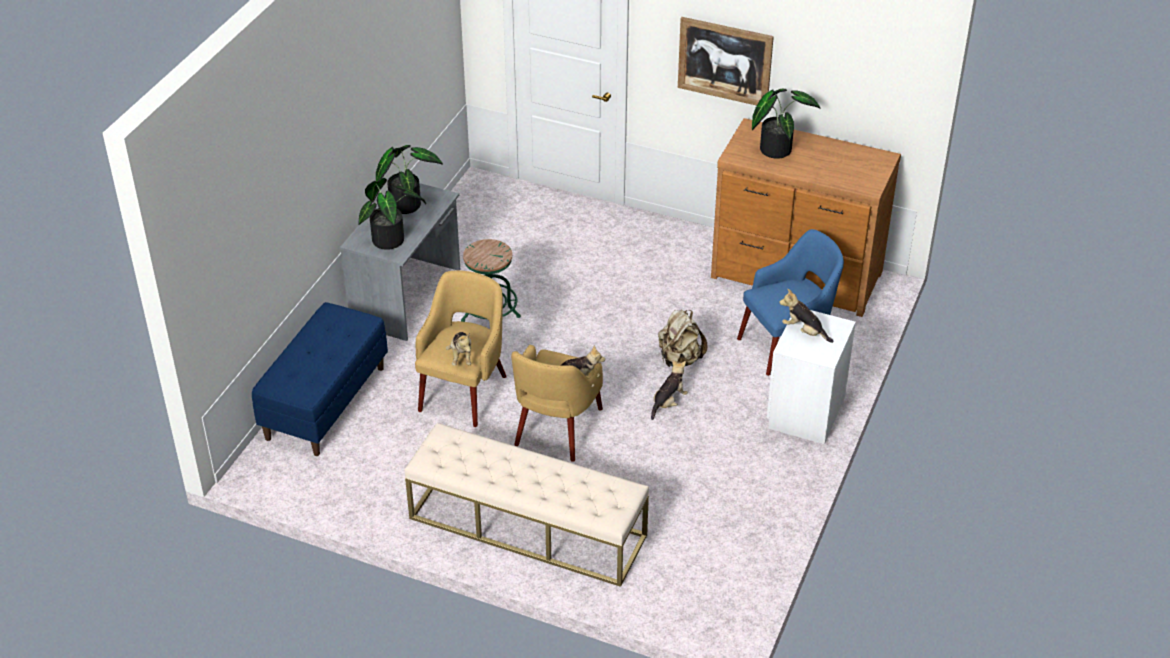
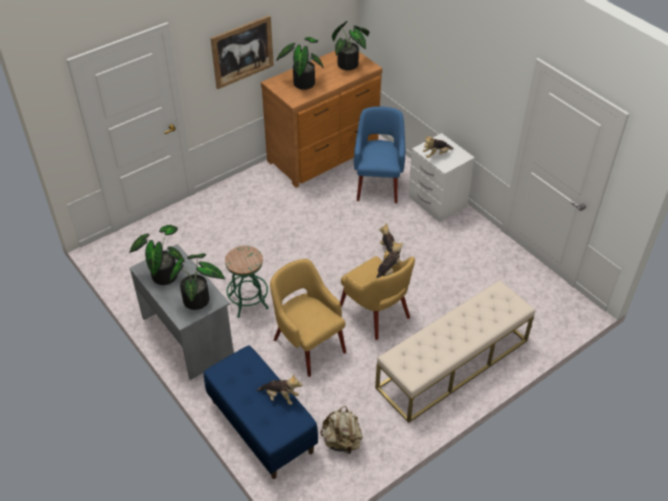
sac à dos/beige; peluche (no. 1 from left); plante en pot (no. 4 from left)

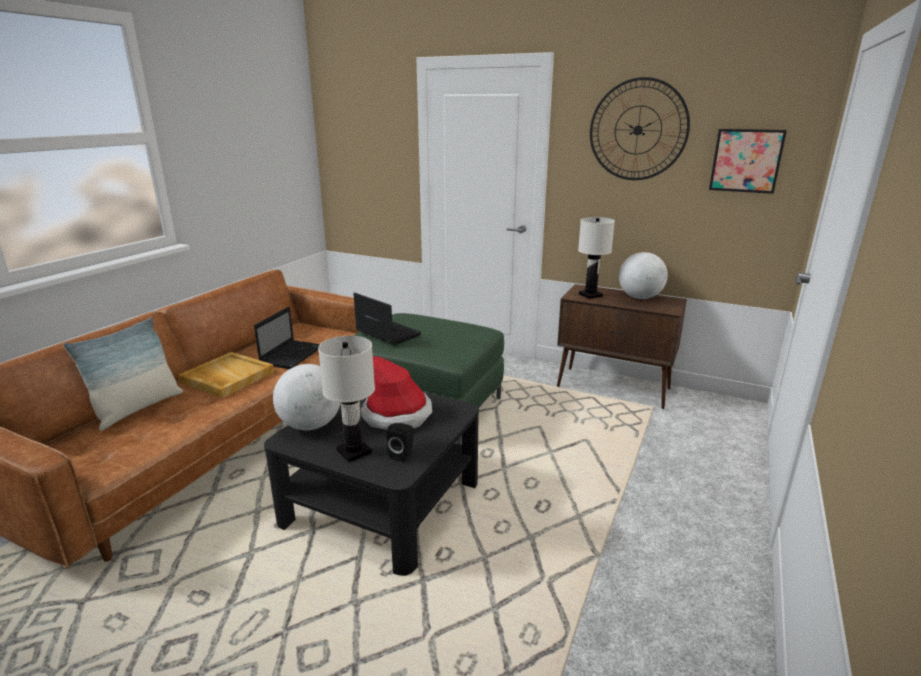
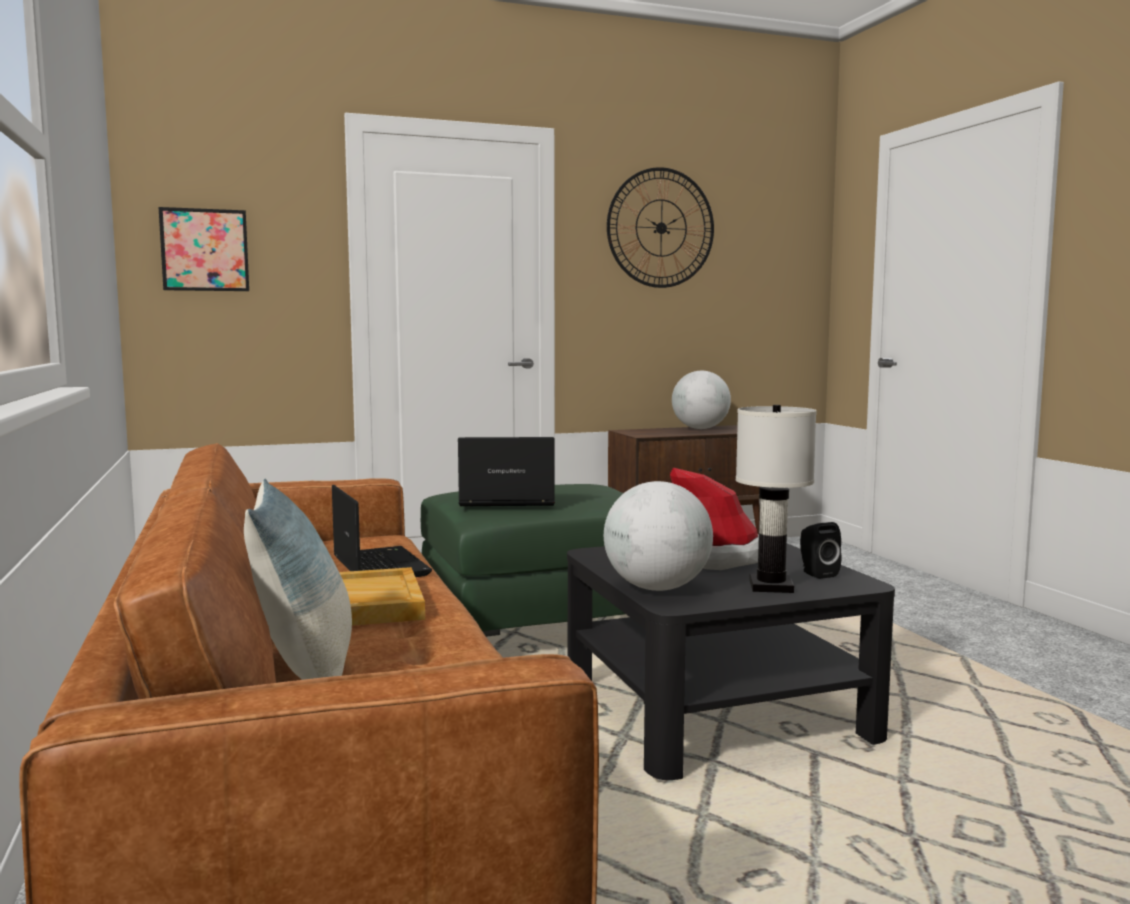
tableau; lampe de table/blanc (no. 2 from left in the first image)

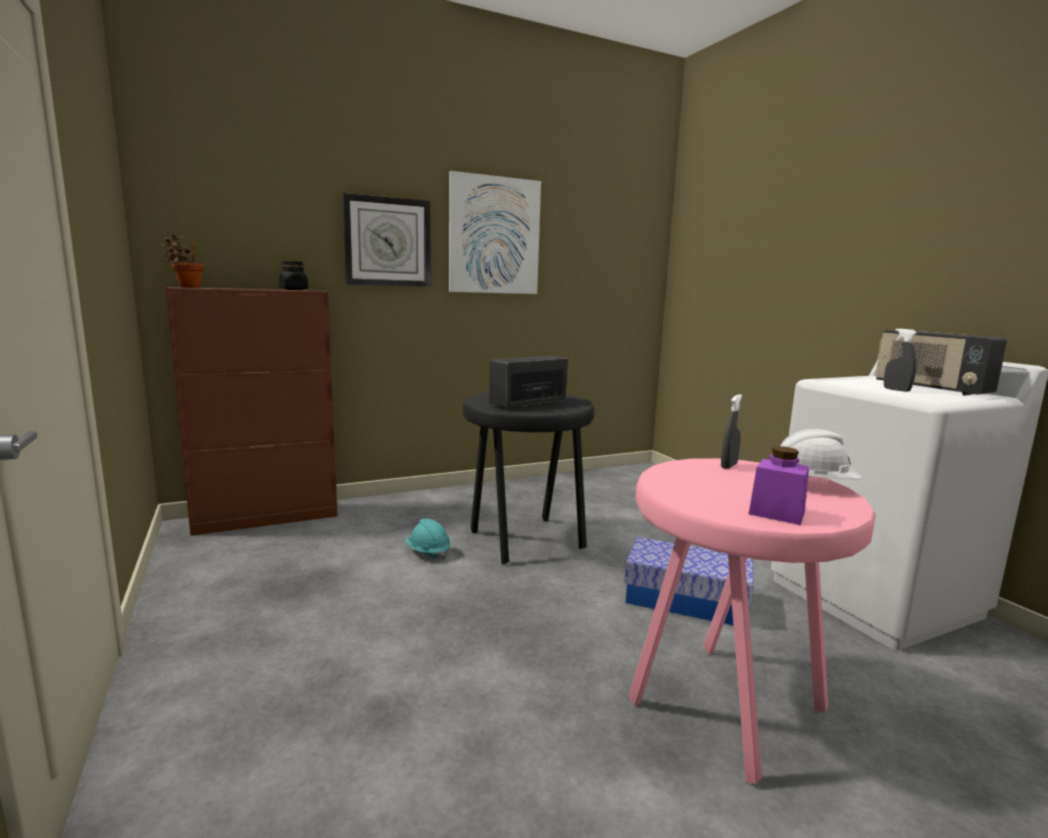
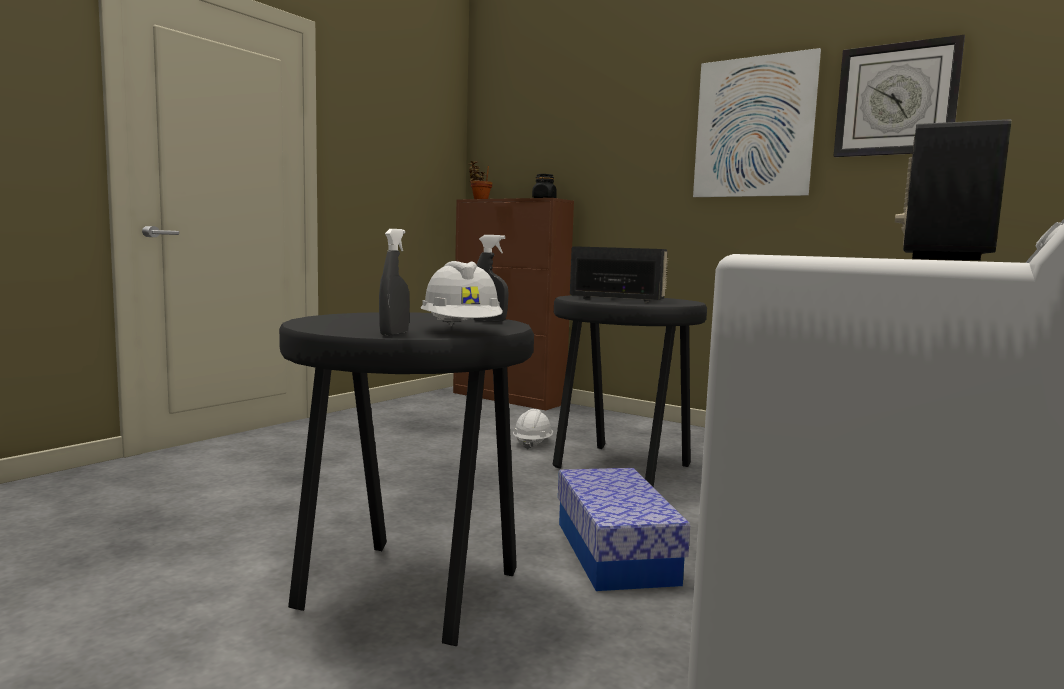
horloge murale; vaporisateur/gris (no. 1 from left); bocal/violet; tabouret/noir (no. 1 from left); casque de chantier/blanc (no. 2 from left)

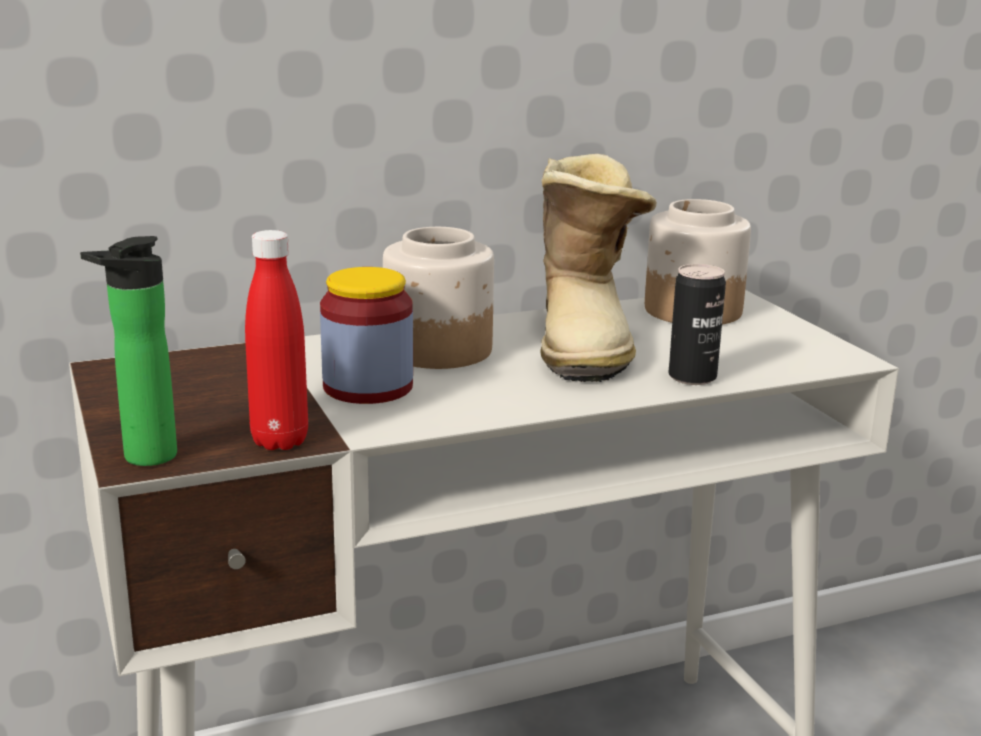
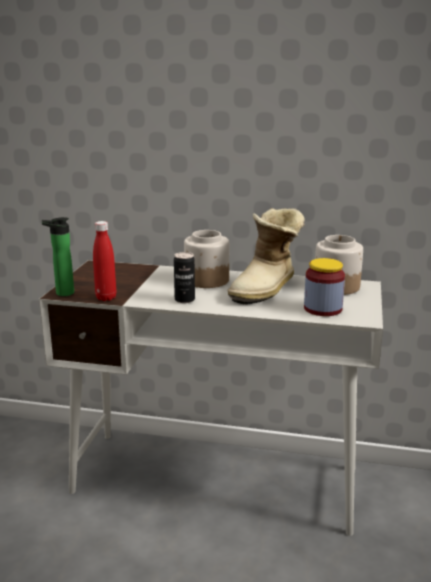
boîte métallique; bocal (no. 2 from left)

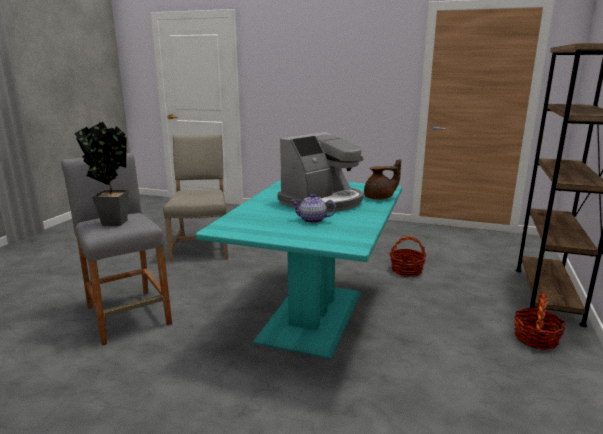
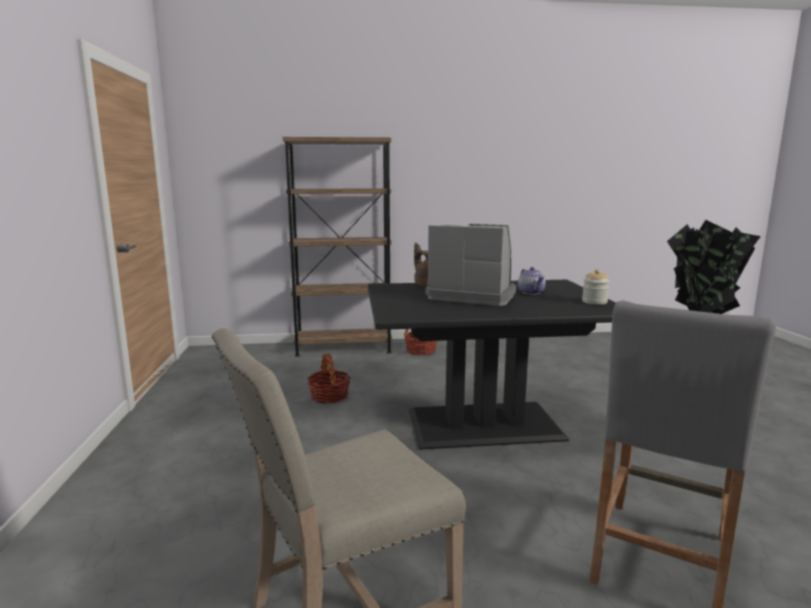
table à manger/noir; bocal

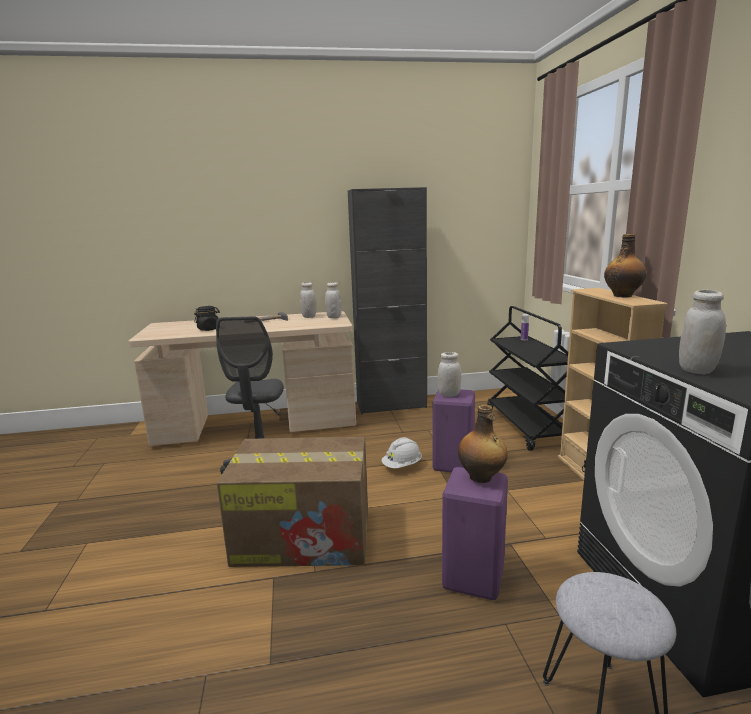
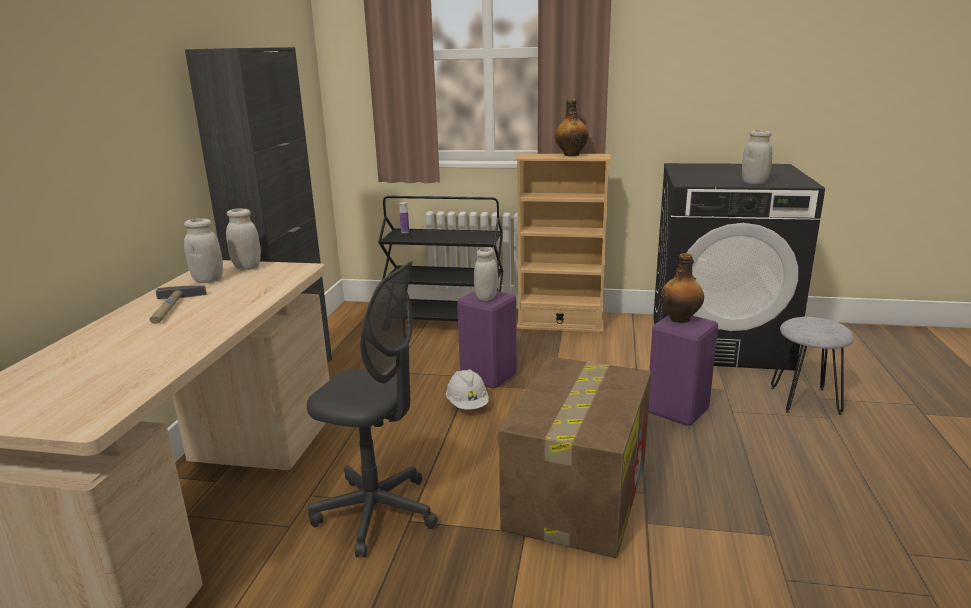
bocal/noir

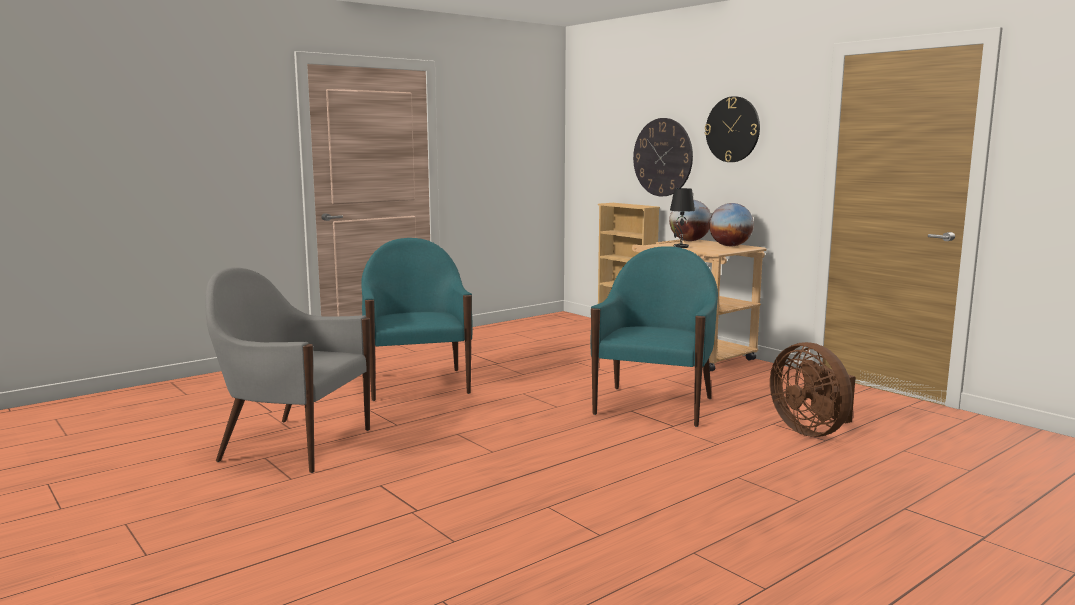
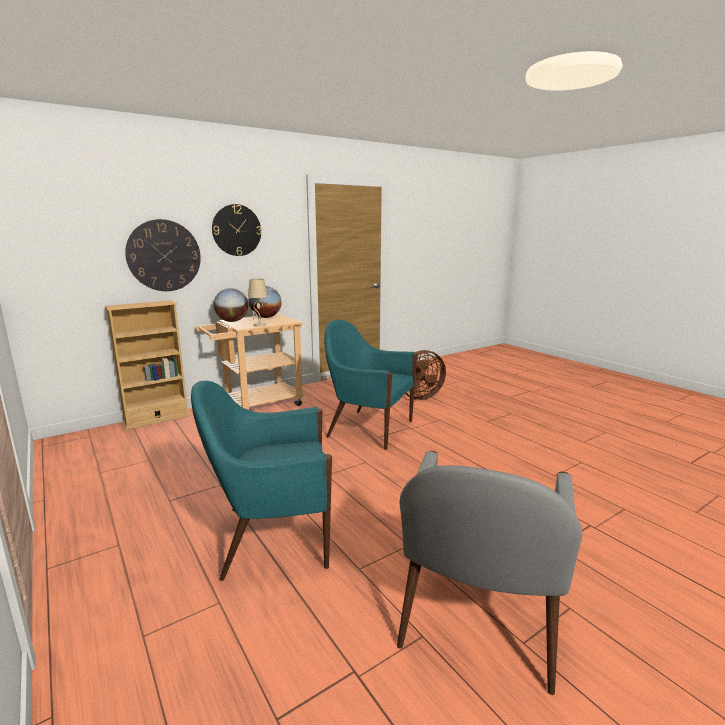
lampe de table/beige

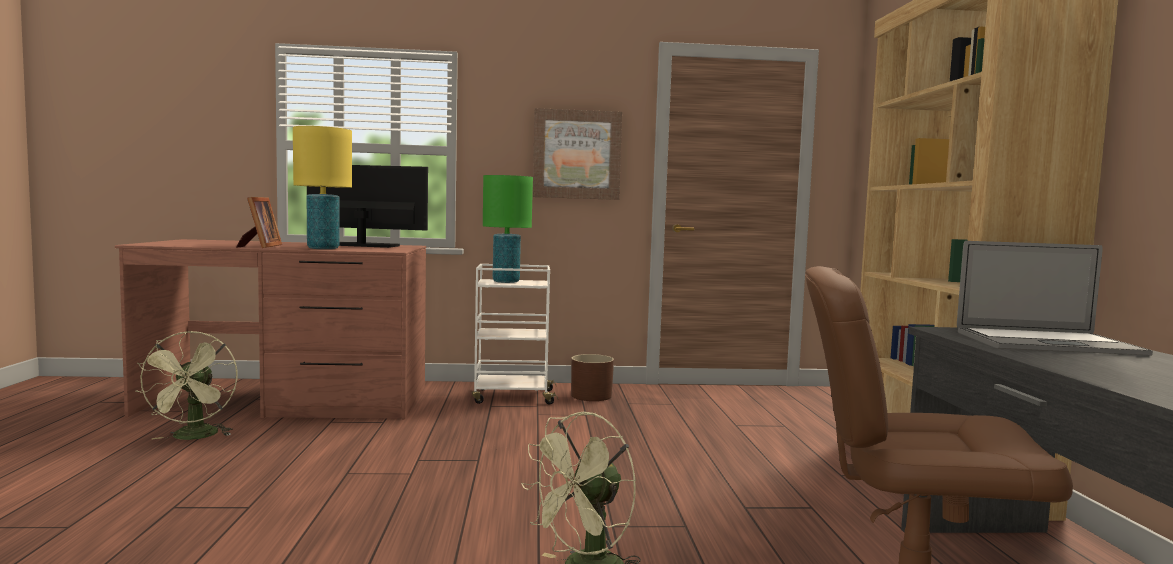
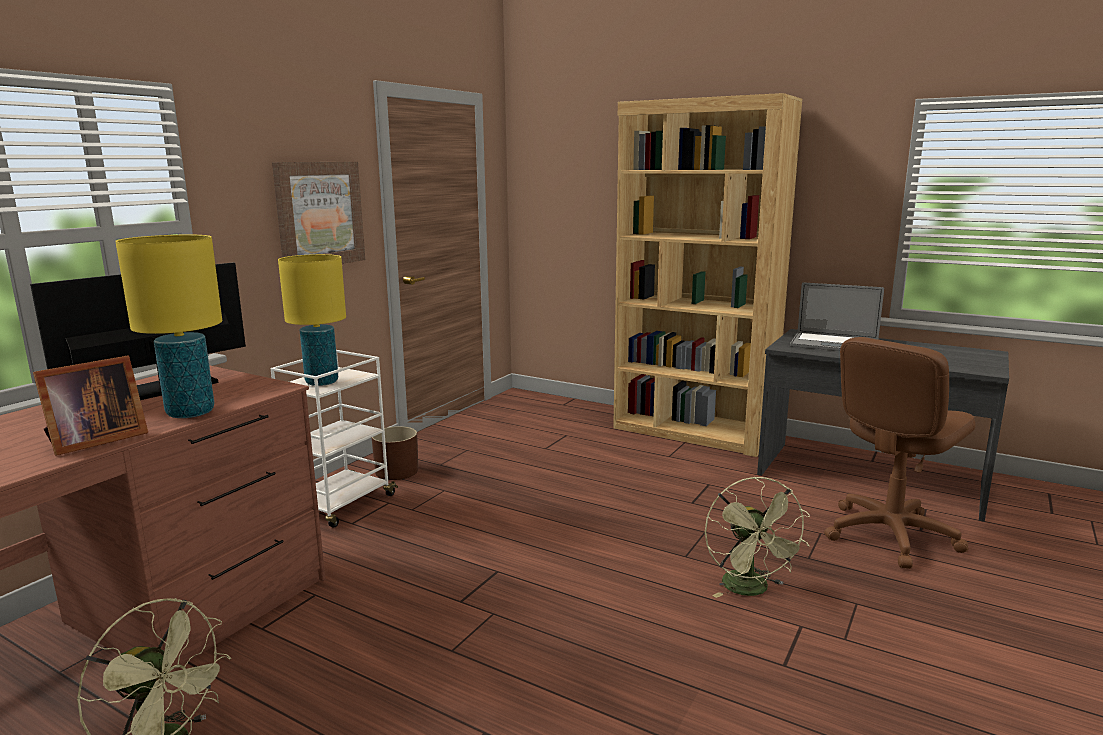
lampe de table/jaune (no. 2 from left); cadre photo; ordinateur portable

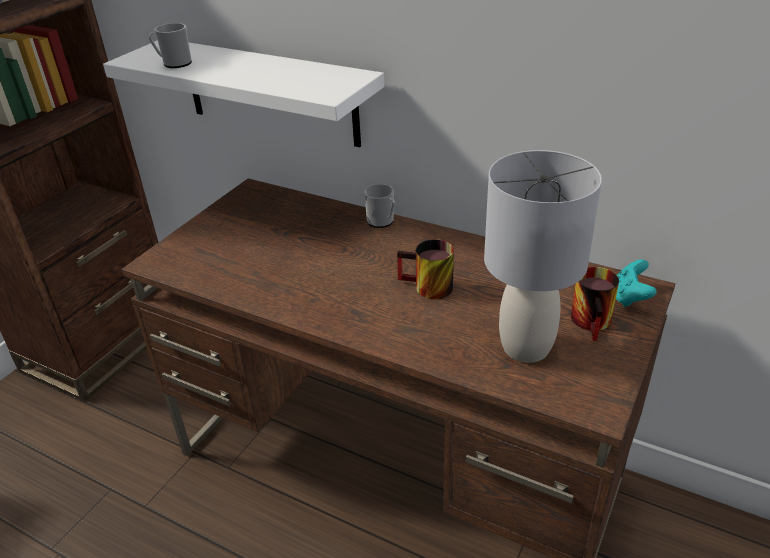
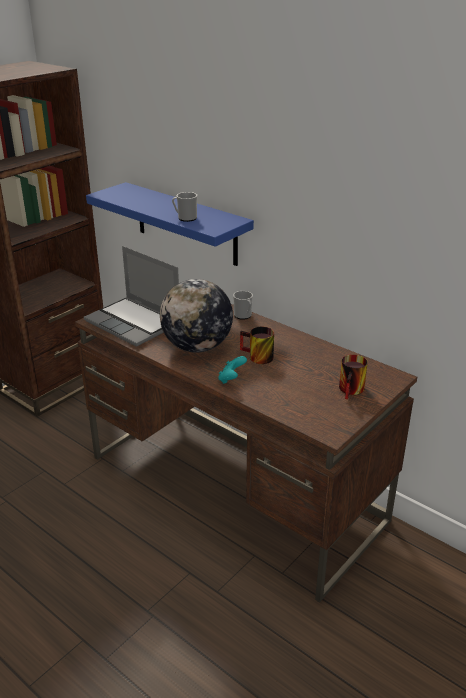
mug (no. 1 from left); étagère/bleu; lampe de table/gris; manette/turquoise; ordinateur portable; globe

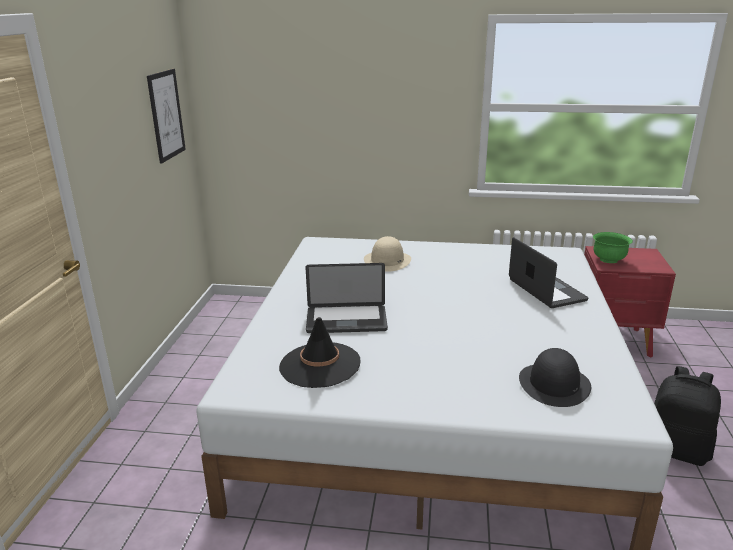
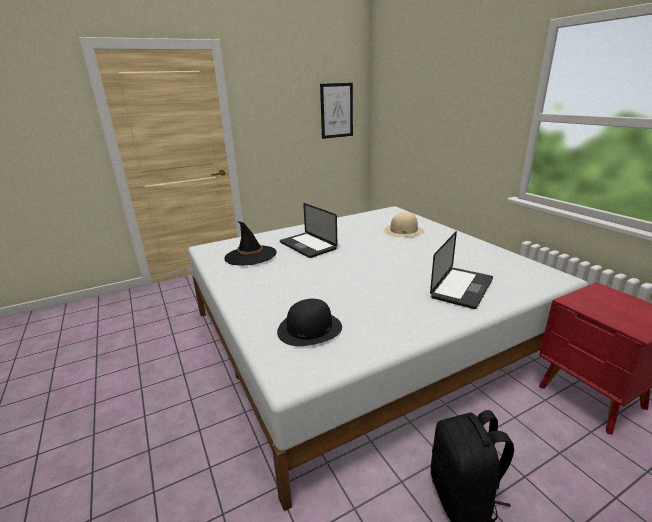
bol/vert

